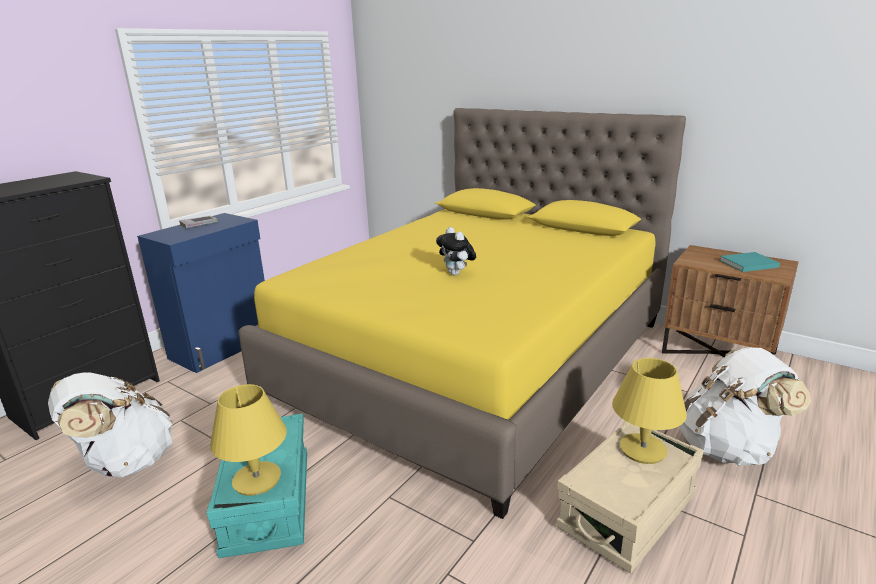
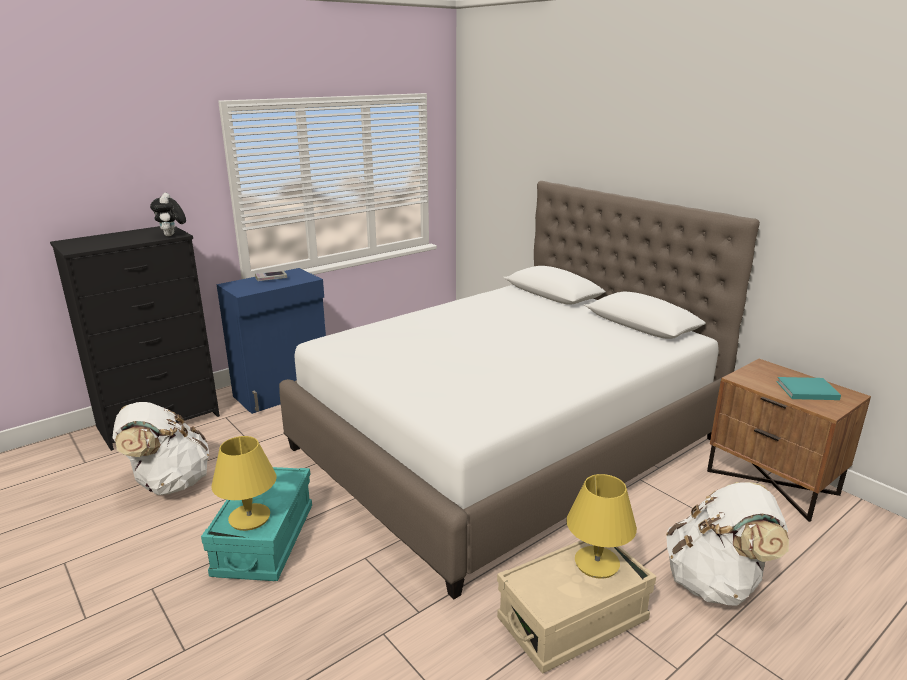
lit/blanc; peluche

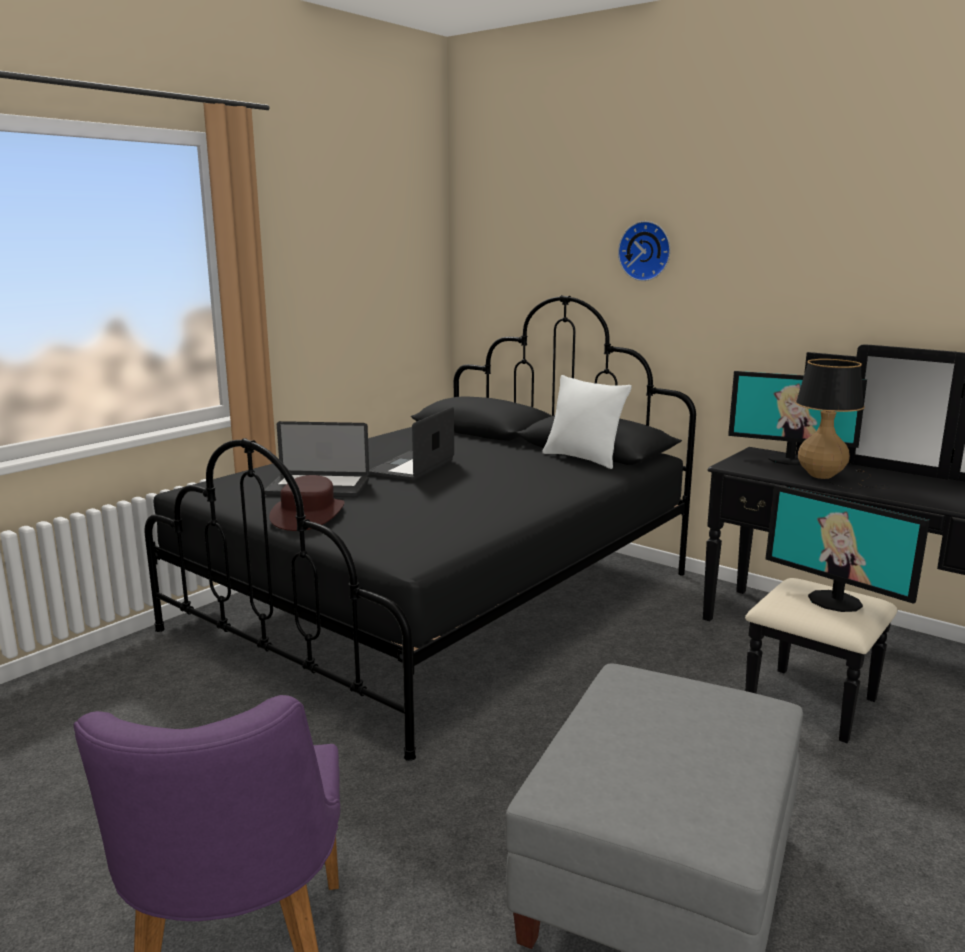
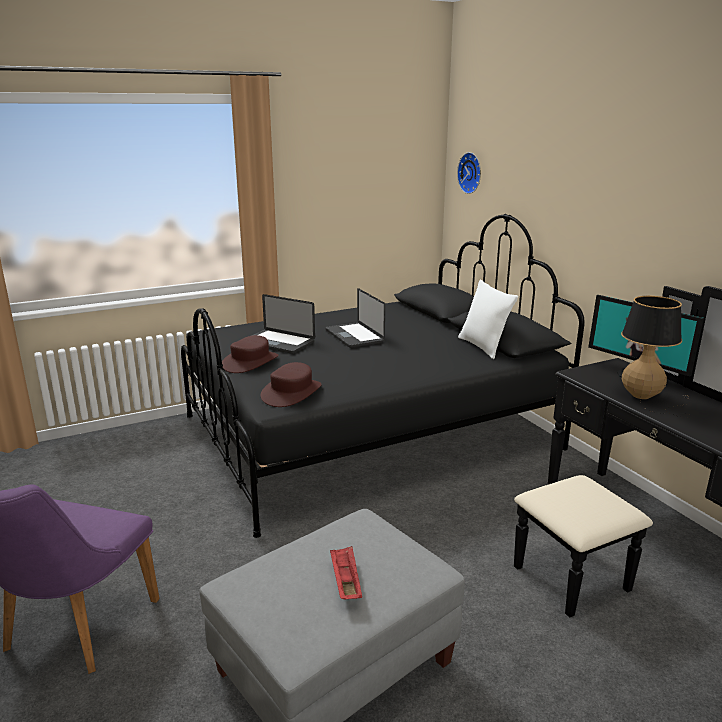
horloge murale; ordinateur portable (no. 2 from left); écran d'ordinateur (no. 2 from left in the first image); chapeau/marron (no. 2 from left); plateau/rouge

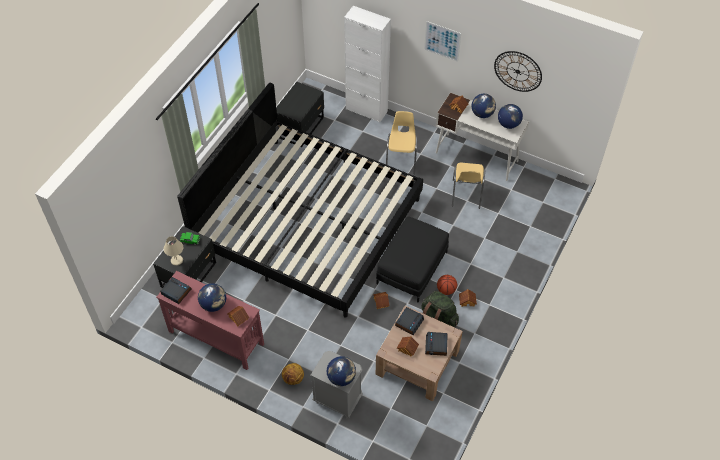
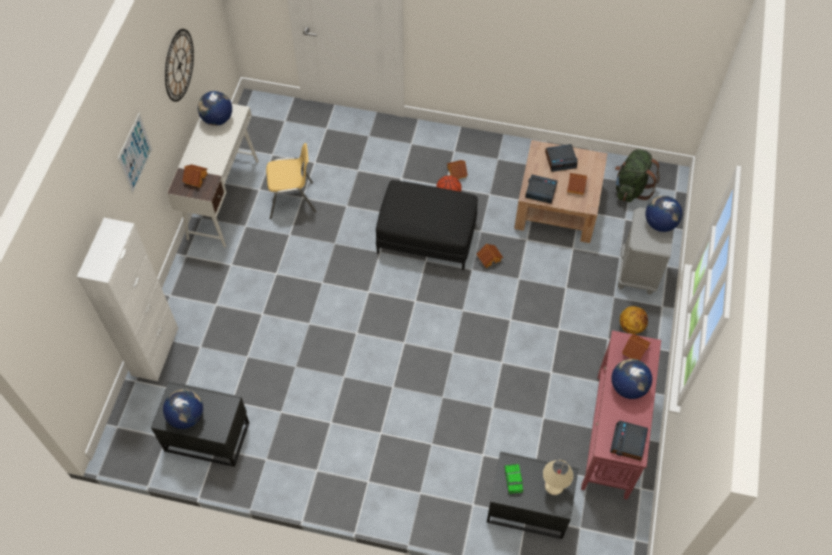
lit; globe (no. 1 from left); chaise/jaune (no. 1 from left in the first image); sac à dos/vert

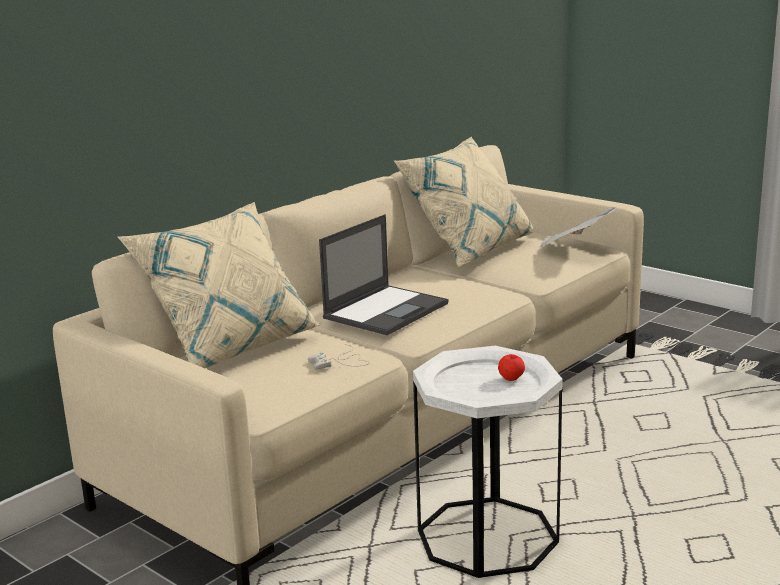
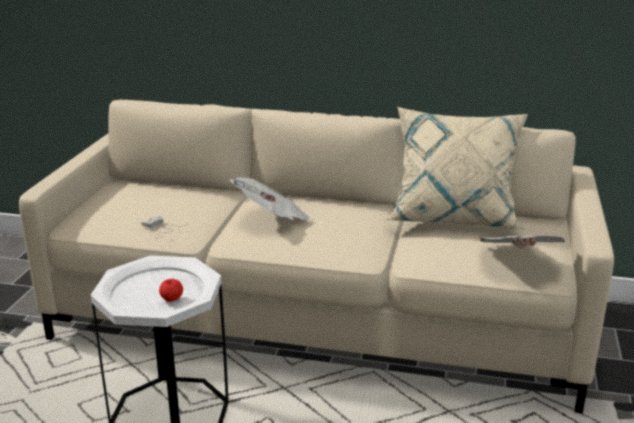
coussin/beige (no. 1 from left in the first image); journal (no. 1 from left)

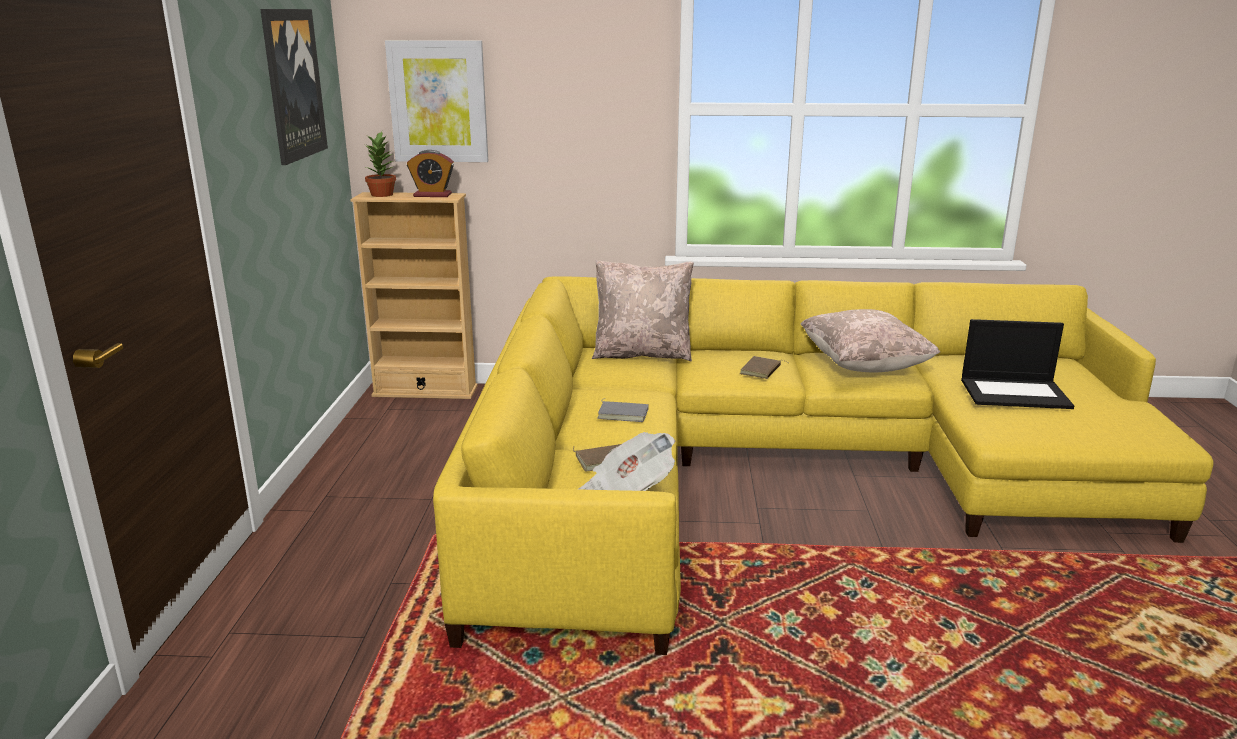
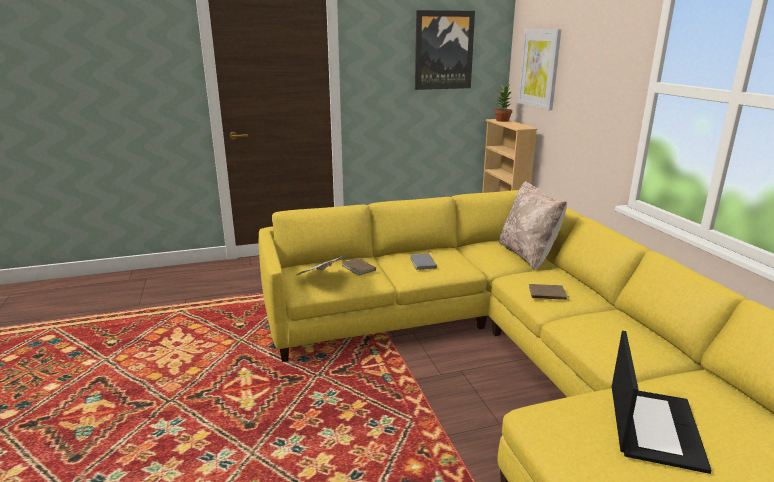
réveil; coussin/beige (no. 2 from left in the first image); ordinateur portable

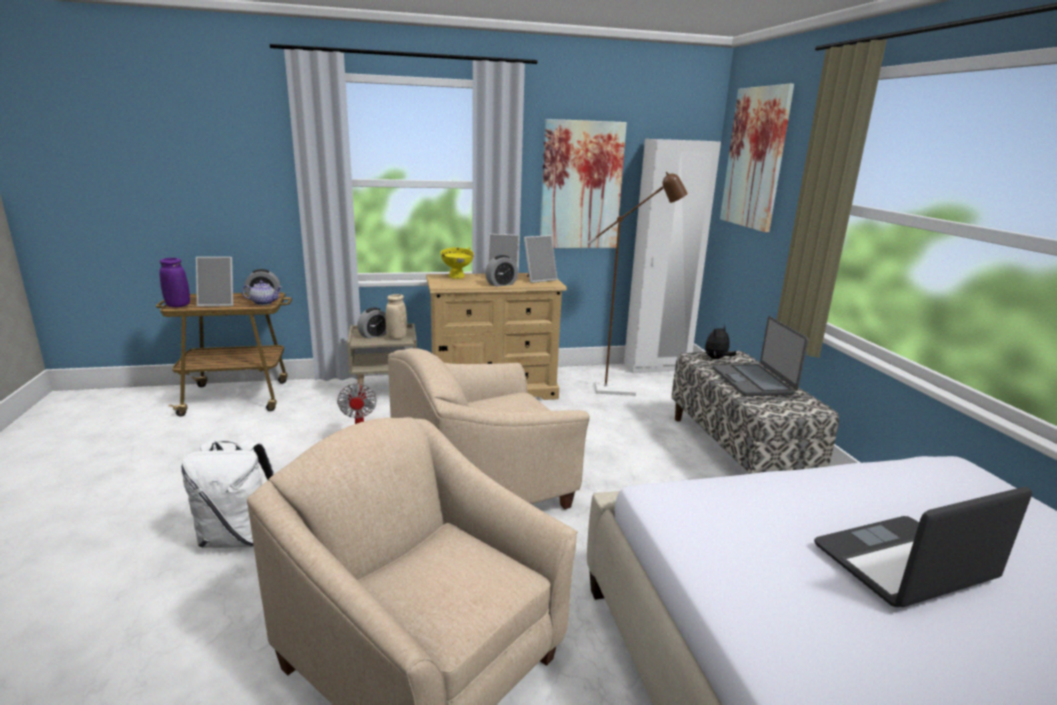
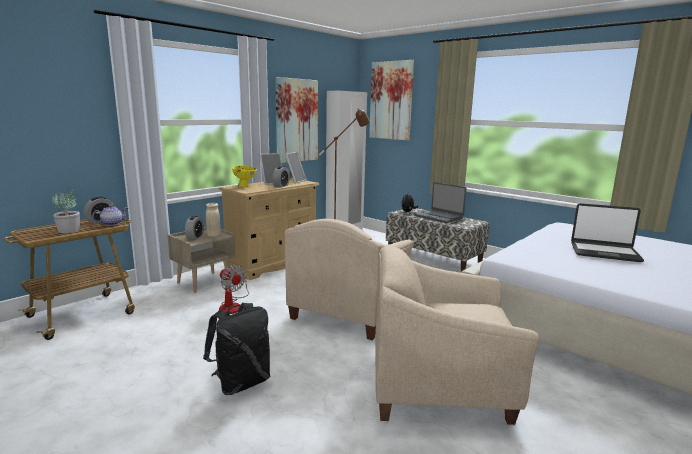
plante en pot; vase/violet; sac à dos/noir; ordinateur portable (no. 2 from left)

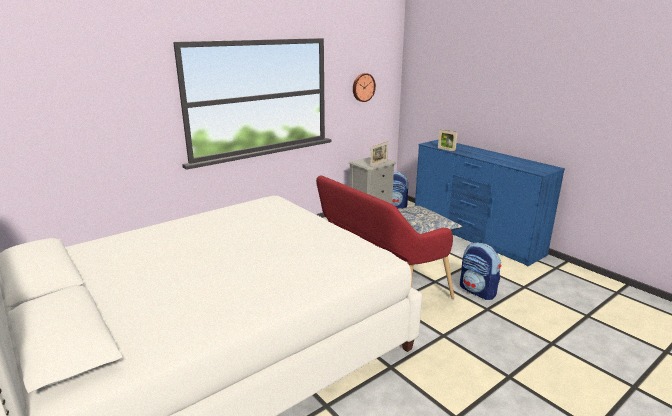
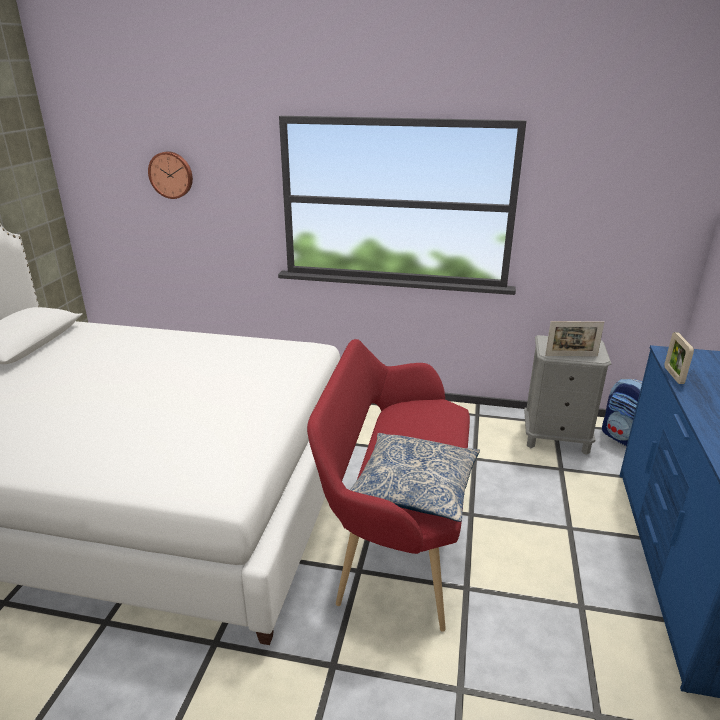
horloge murale; sac à dos (no. 2 from left in the first image)

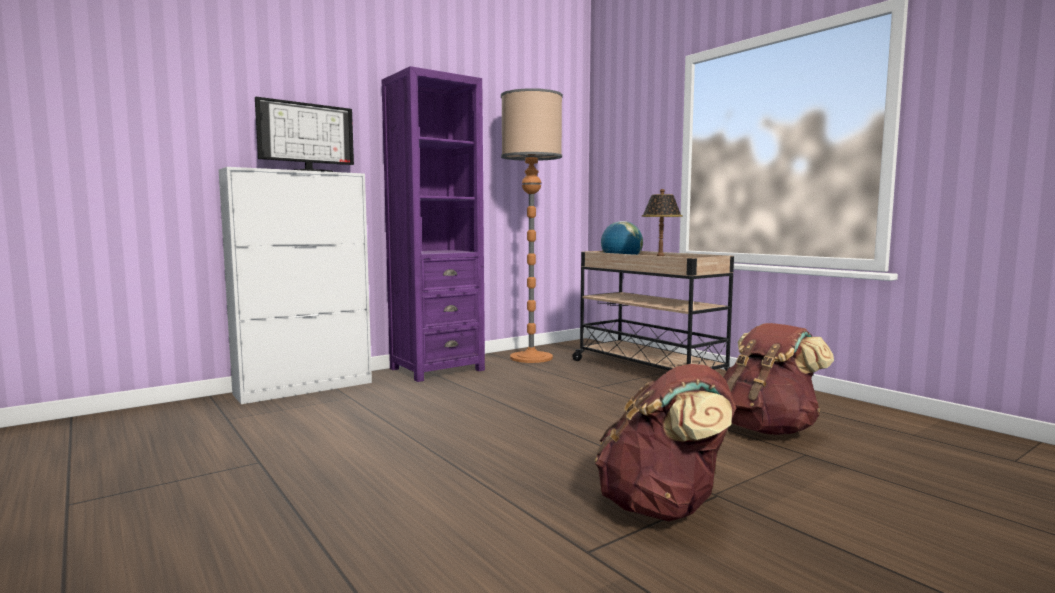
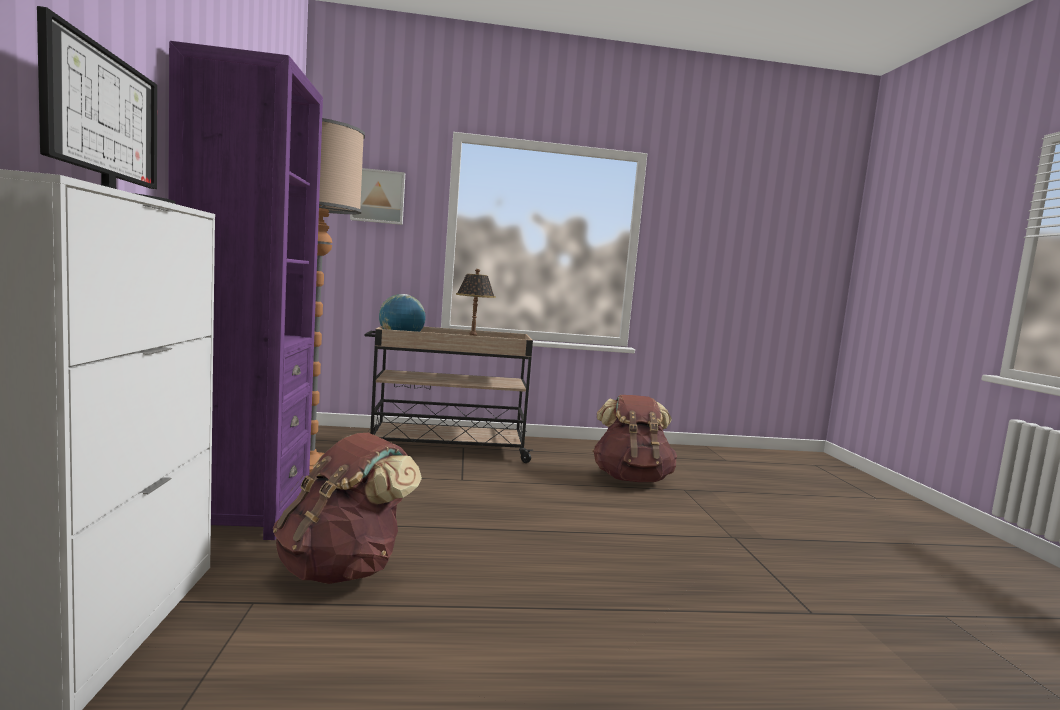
sac à dos/marron (no. 1 from left); tableau

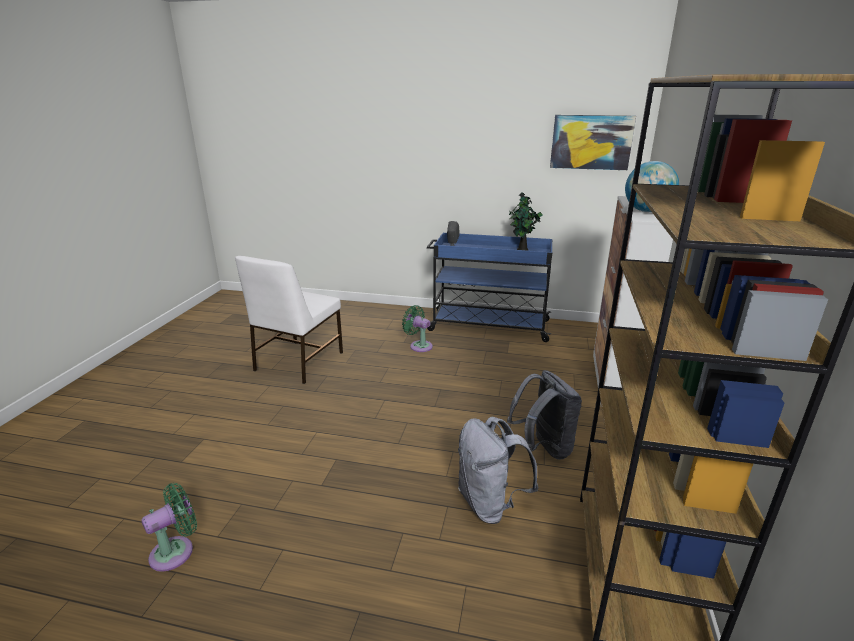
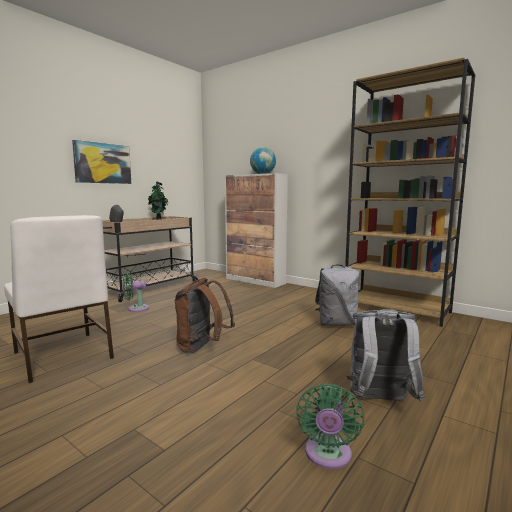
tableau; chariot/beige; sac à dos/gris (no. 2 from left); ventilateur/vert (no. 2 from left); sac à dos/marron

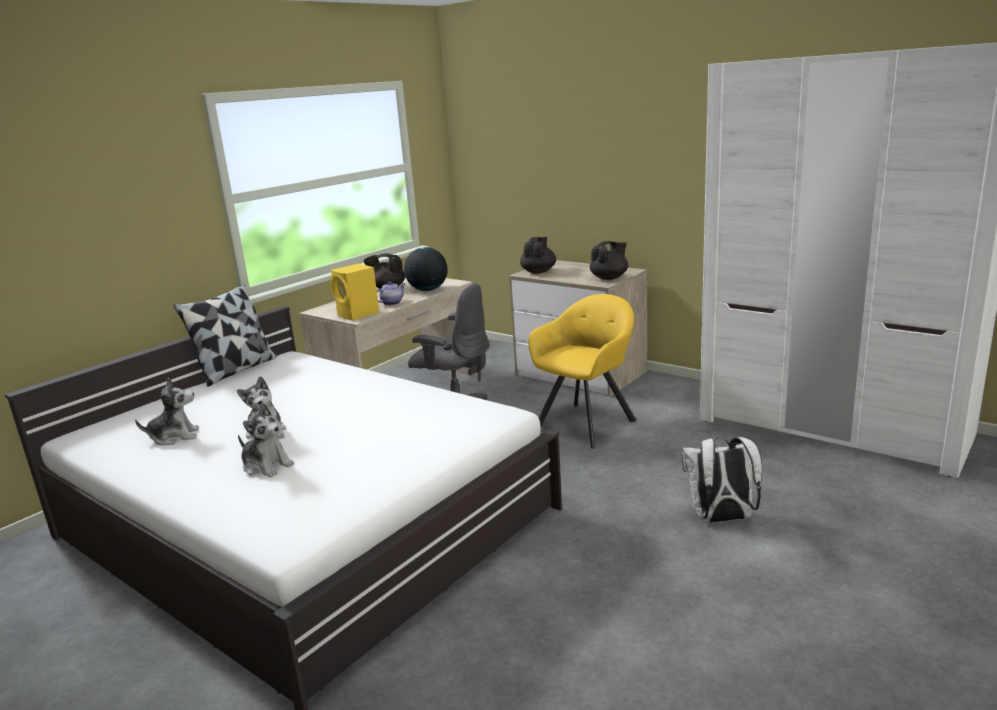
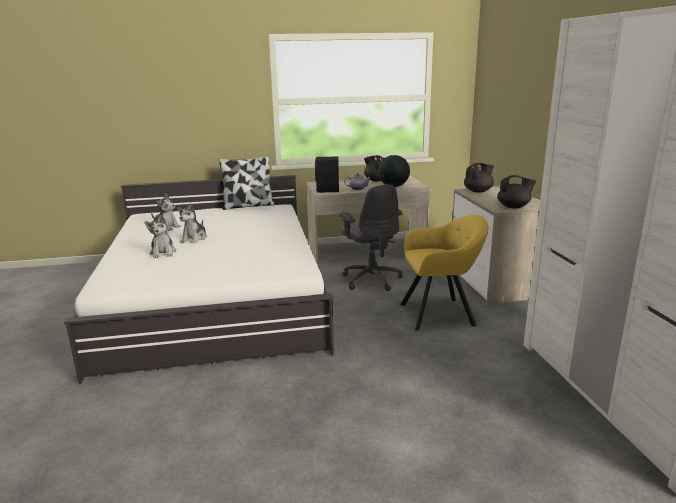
enceinte/noir; sac à dos/blanc

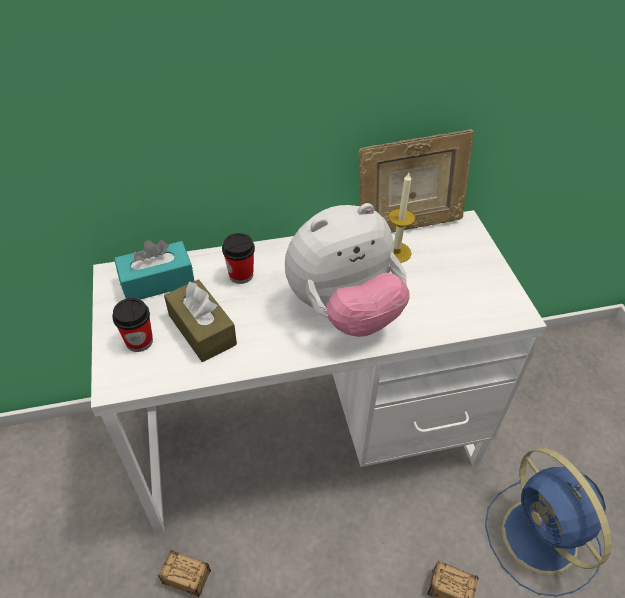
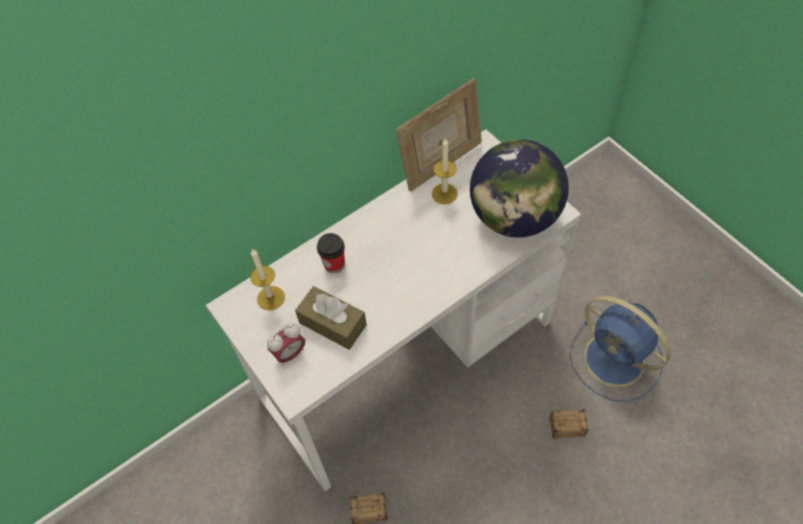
peluche; bougie (no. 1 from left); réveil; globe

